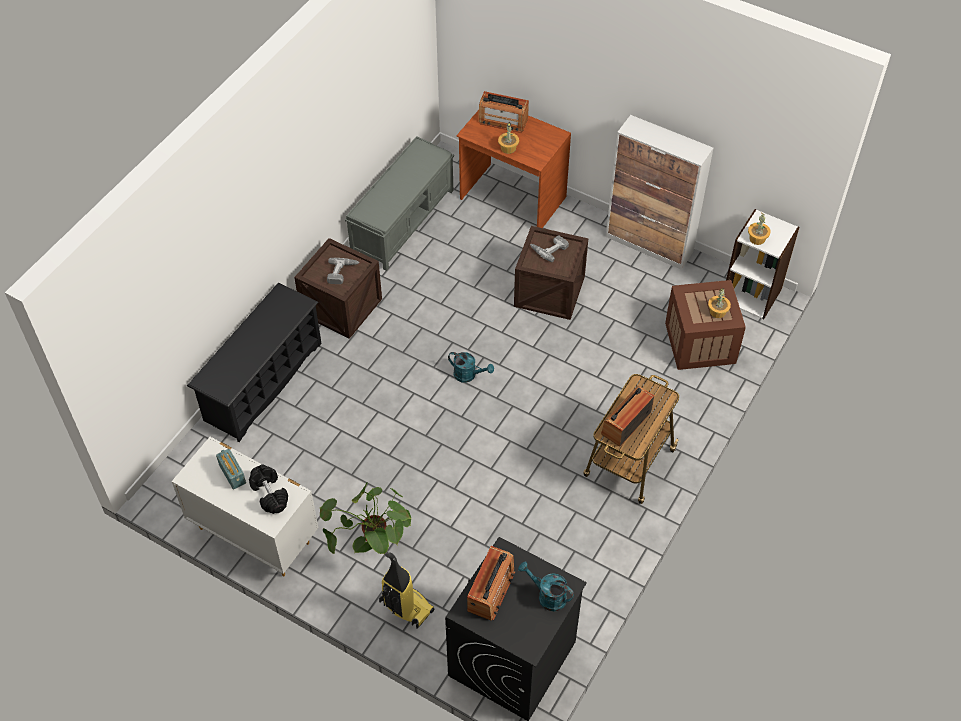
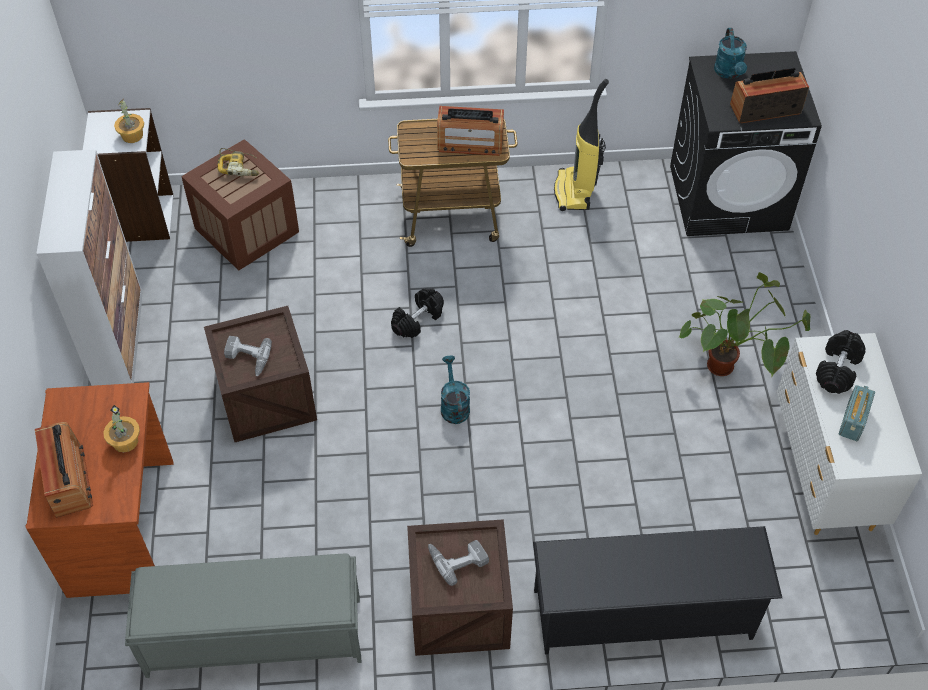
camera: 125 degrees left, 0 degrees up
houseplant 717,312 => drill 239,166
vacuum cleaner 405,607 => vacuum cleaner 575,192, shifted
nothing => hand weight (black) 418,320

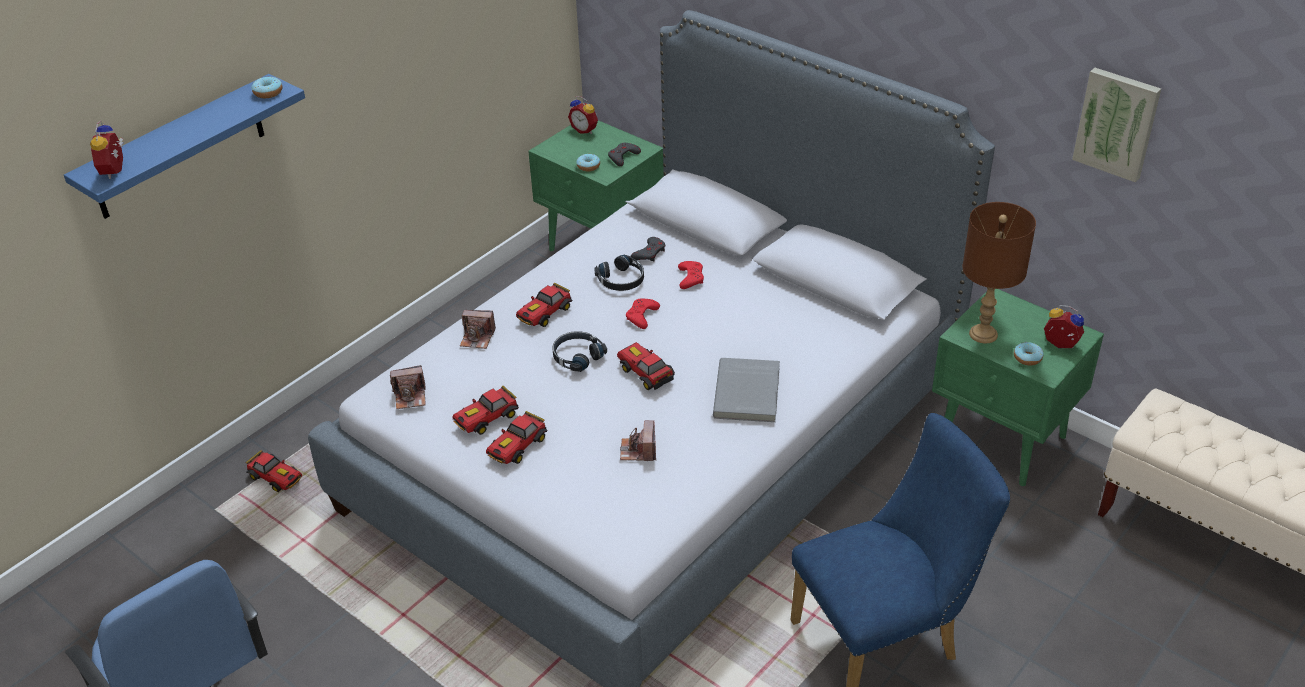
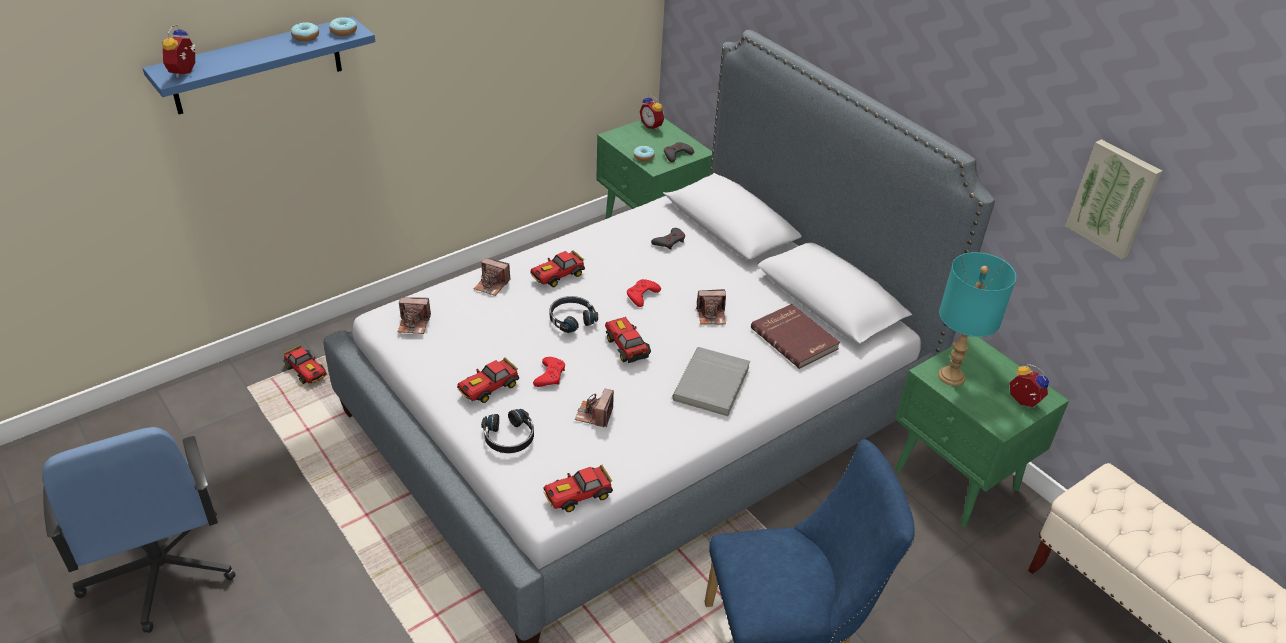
camera: 10 degrees right, 0 degrees up
table lamp (brown-coloured) 984,334 => table lamp (blue-green) 952,376
headset (black) 621,280 => headset (black) 509,437, shifted
gamepad (red) 690,278 => gamepad (red) 550,375, shifted
ring doughnut 1027,358 => ring doughnut 306,37, shifted
model car 486,419 => model car 577,496, shifted
nothing => still camera 711,315
nothing => volume (red) 795,338

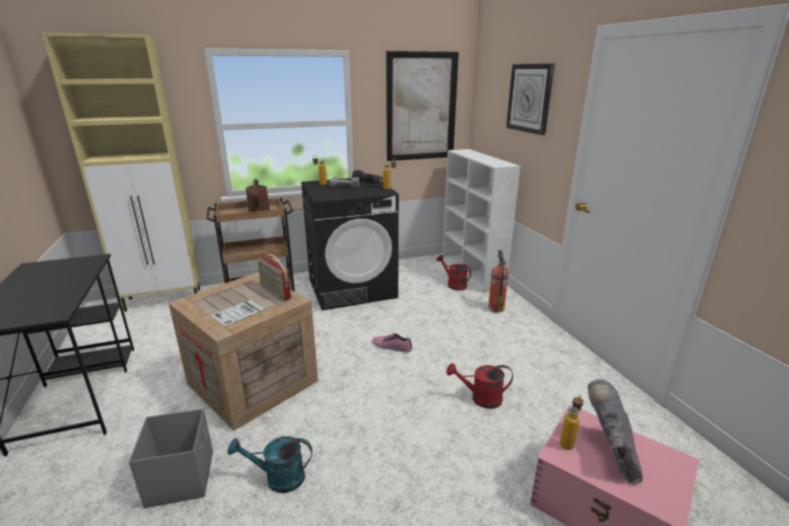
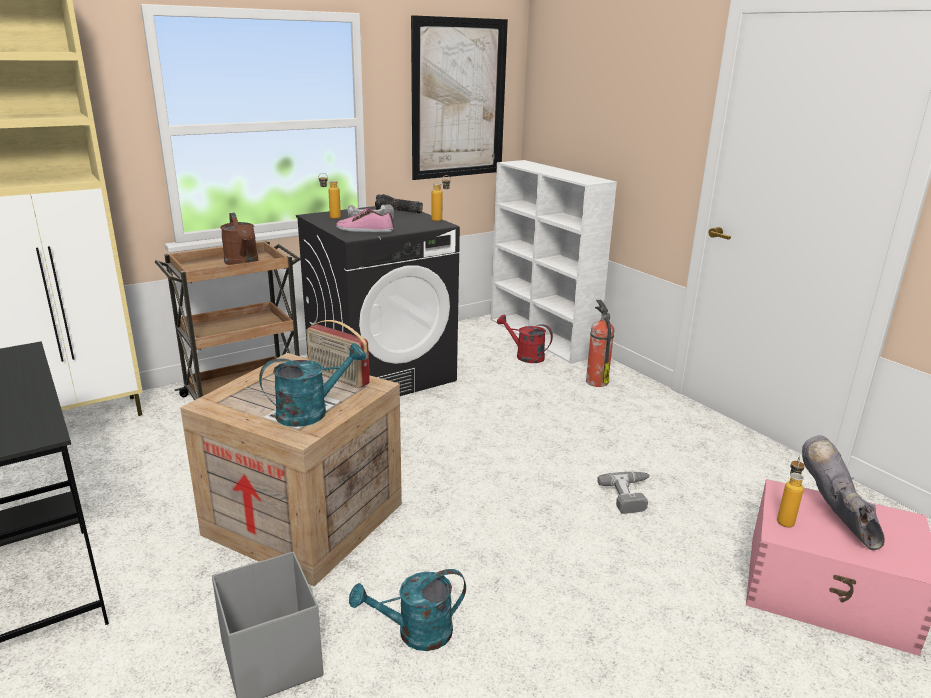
camera: 15 degrees left, 0 degrees up
clock on the wall 529,98 => nothing
item of footwear 391,346 => item of footwear 365,230, shifted
watering can (red) 480,398 => drill 631,496
nothing => watering can (blue-green) 311,412

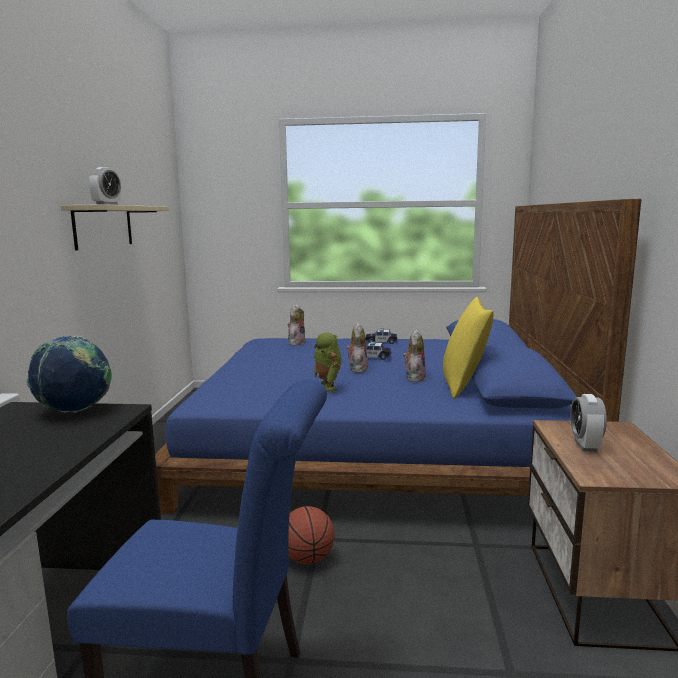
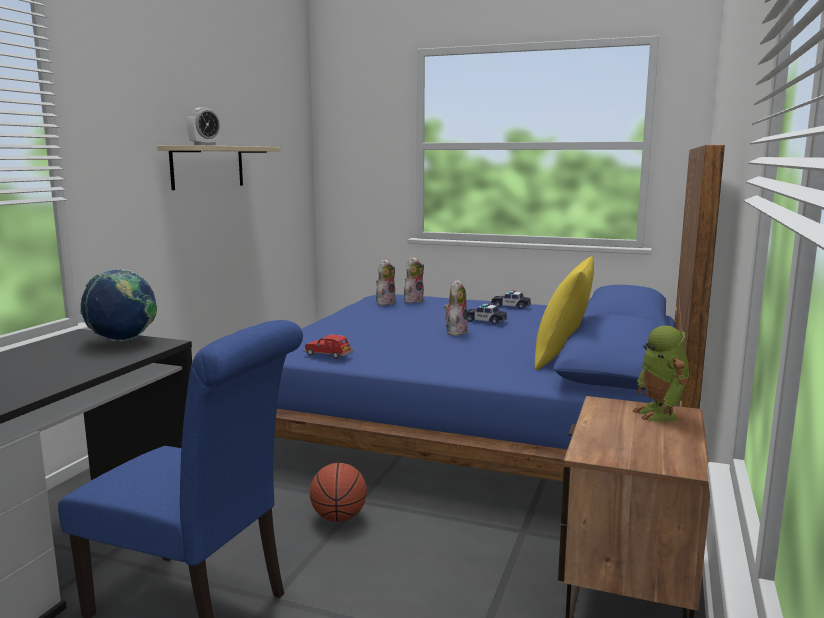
camera: 15 degrees right, 0 degrees up
soft toy 414,378 => soft toy 385,303, shifted
toy robot 327,388 => toy robot 660,414, shifted
bedside clock 585,445 => nothing
nothing => model car (red) 328,355

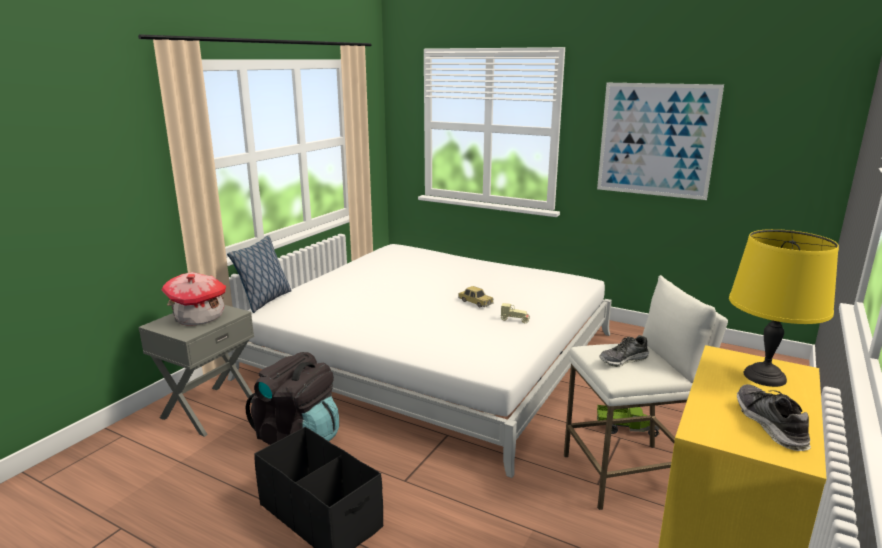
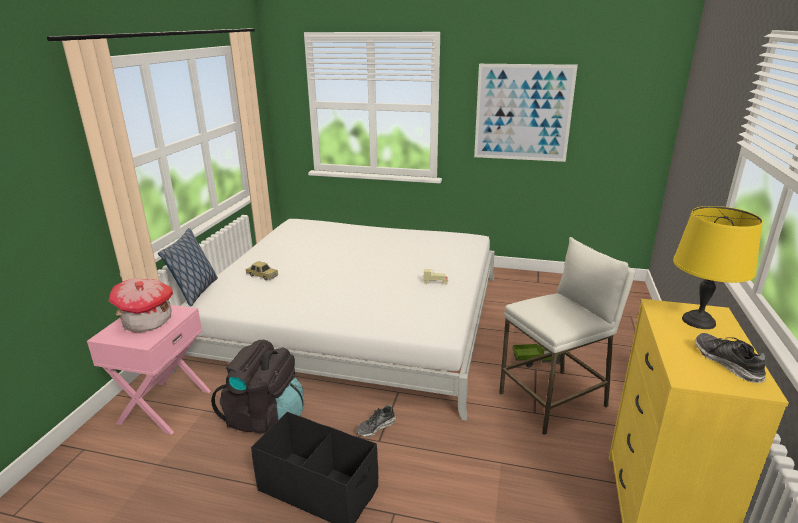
camera: 15 degrees left, 5 degrees up
model car 475,302 => model car 262,275, shifted
nightstand (gray) 209,409 => nightstand (pinkish) 164,406
item of footwear 623,360 => item of footwear 376,427, shifted

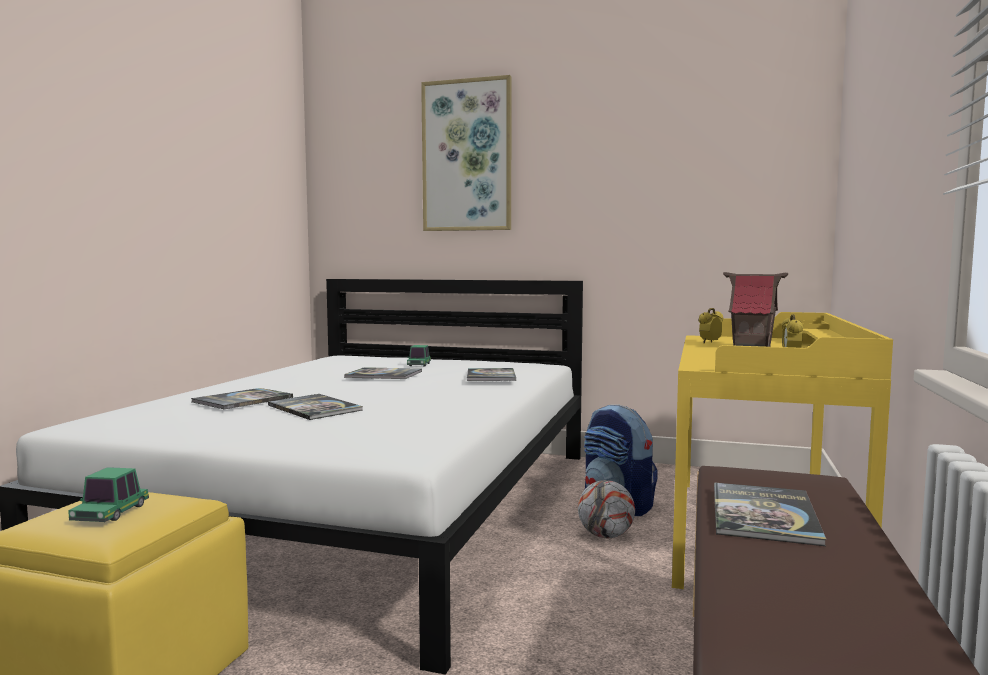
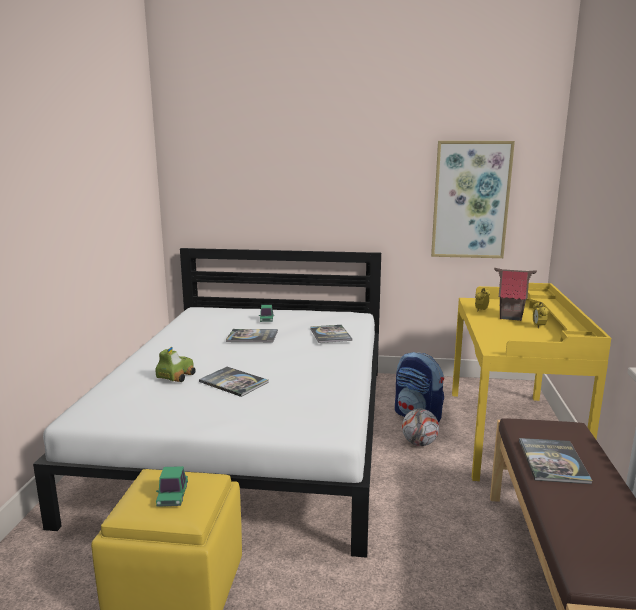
camera: 10 degrees left, 10 degrees up
wall picture 467,156 => wall picture 470,200, shifted
volume 243,400 => model car 175,376

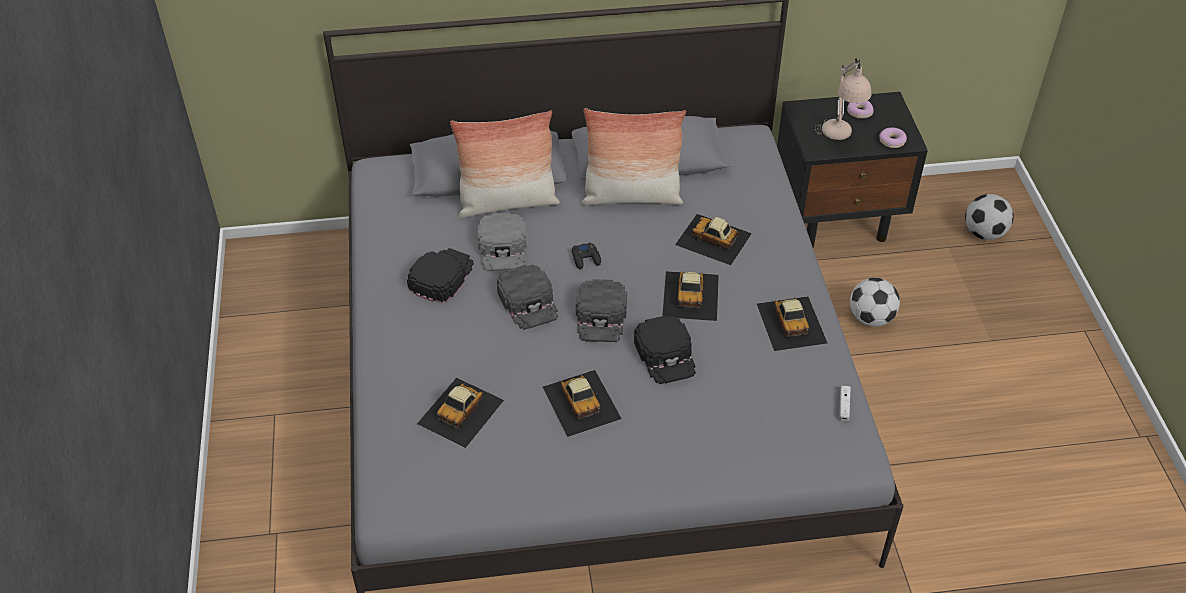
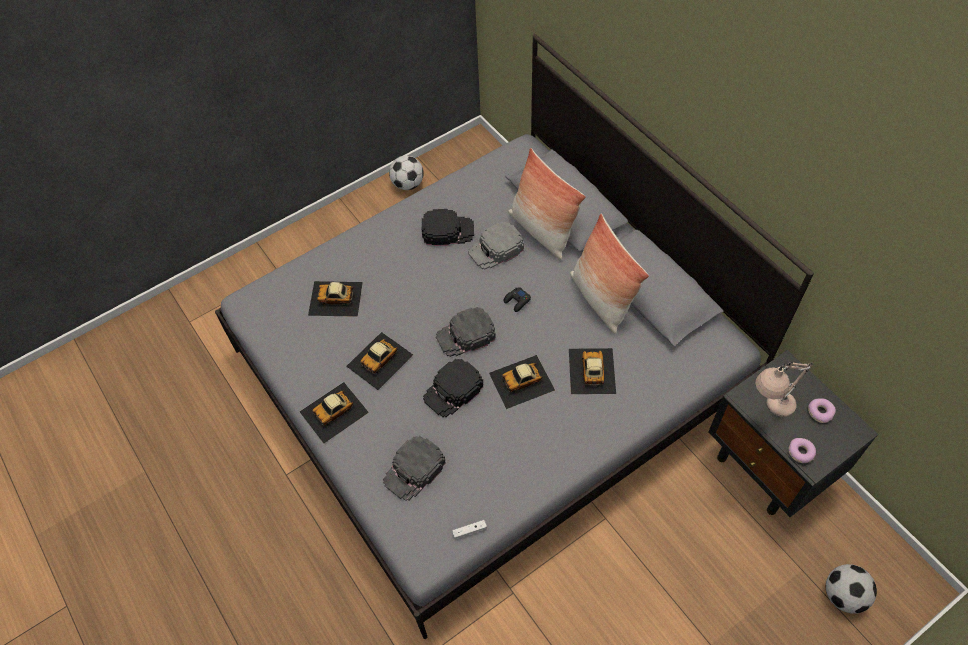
camera: 65 degrees right, 10 degrees up
baseball cap (black) 528,302 => baseball cap (black) 414,470, shifted
ball for football 870,318 => ball for football 408,184, shifted
model car 791,322 => model car 334,412, shifted

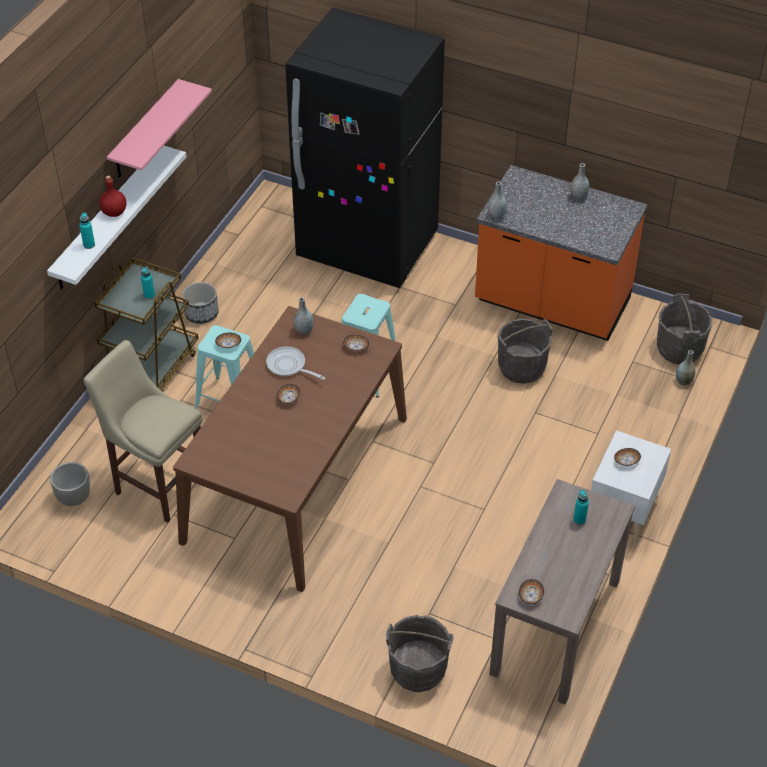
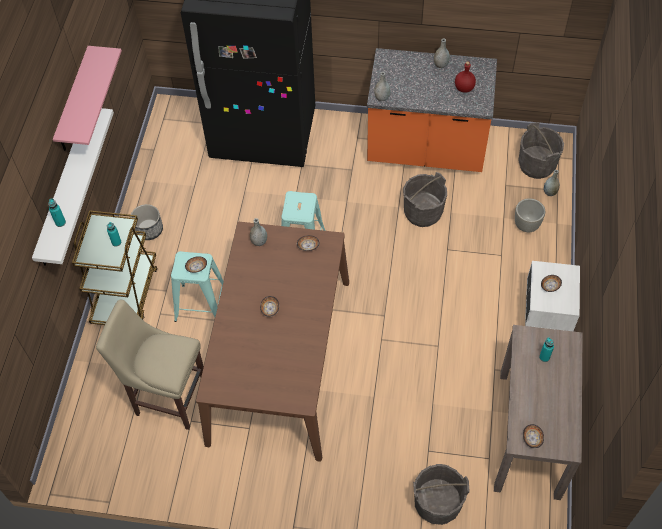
camera: 15 degrees left, 10 degrees up
bottle (red) 114,212 => bottle (red) 464,88, shifted
frying pan 289,366 => nothing
flower pot (gray) 74,498 => flower pot (gray) 526,225, shifted

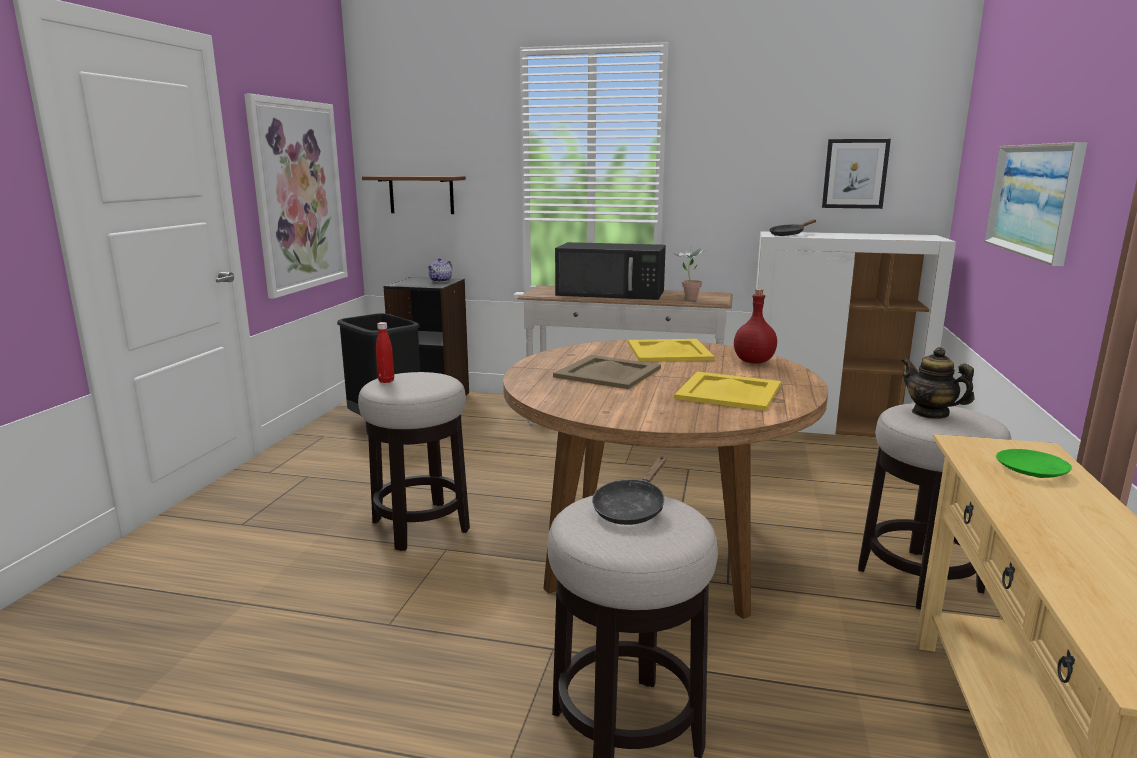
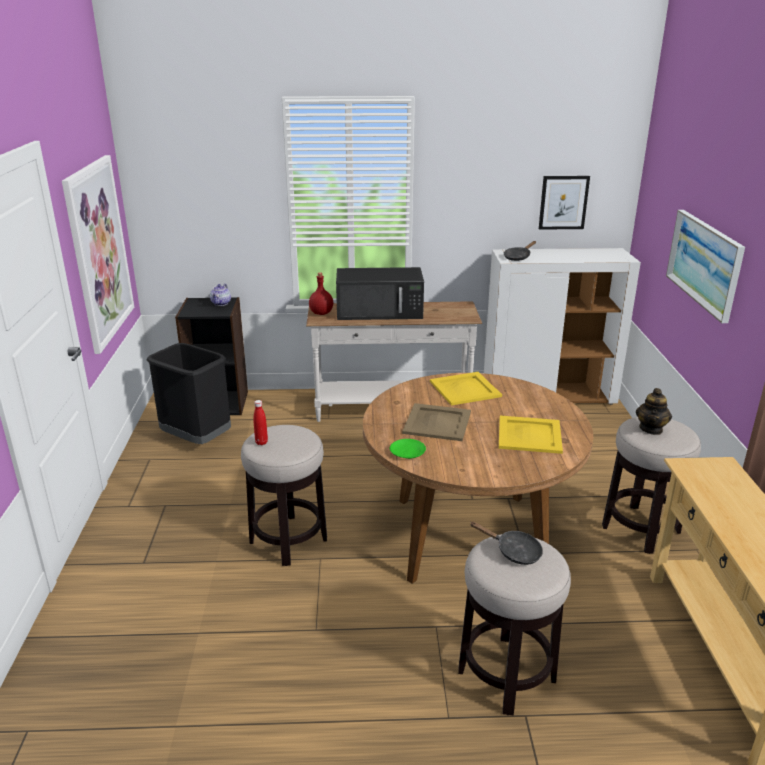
camera: 15 degrees left, 10 degrees up
shelf (brown-coloured) 421,194 => nothing
houseplant 688,298 => nothing
bottle (red) 753,361 => bottle (red) 321,313, shifted
teapot 930,413 => teapot 651,429, 105 degrees counterclockwise
plate (green) 1032,471 => plate (green) 408,453, shifted
frying pan (black) 631,508 => frying pan (black) 514,551, 75 degrees counterclockwise

